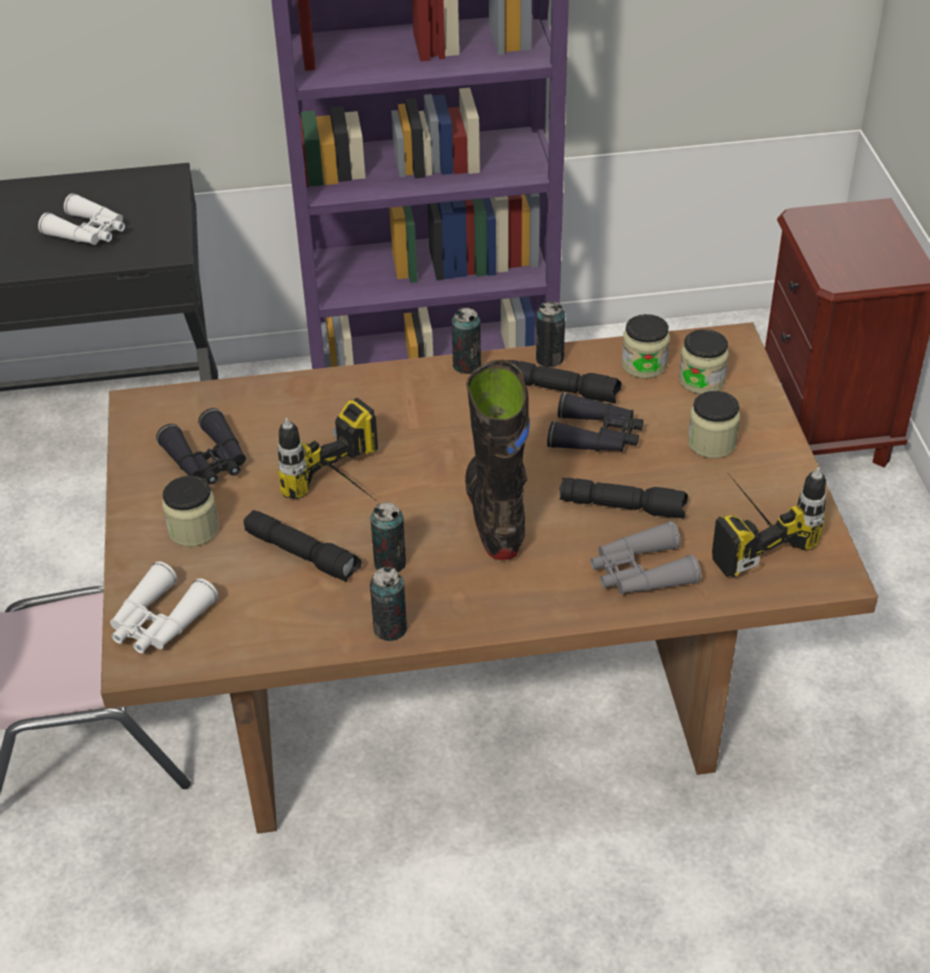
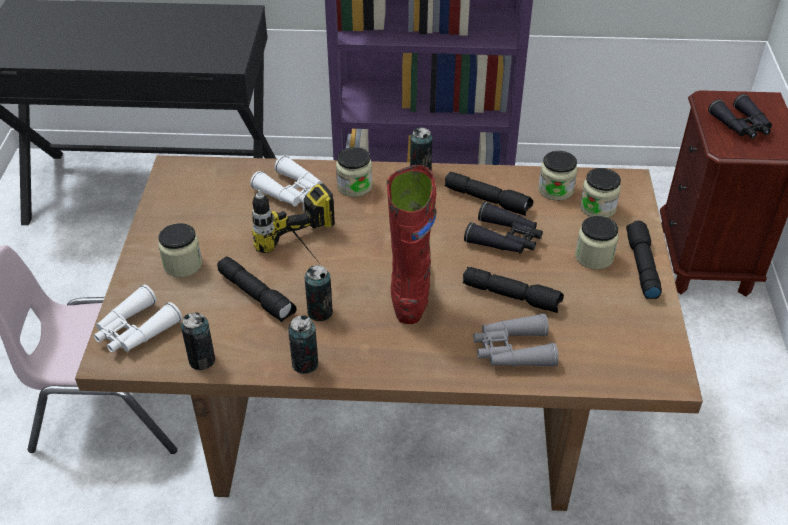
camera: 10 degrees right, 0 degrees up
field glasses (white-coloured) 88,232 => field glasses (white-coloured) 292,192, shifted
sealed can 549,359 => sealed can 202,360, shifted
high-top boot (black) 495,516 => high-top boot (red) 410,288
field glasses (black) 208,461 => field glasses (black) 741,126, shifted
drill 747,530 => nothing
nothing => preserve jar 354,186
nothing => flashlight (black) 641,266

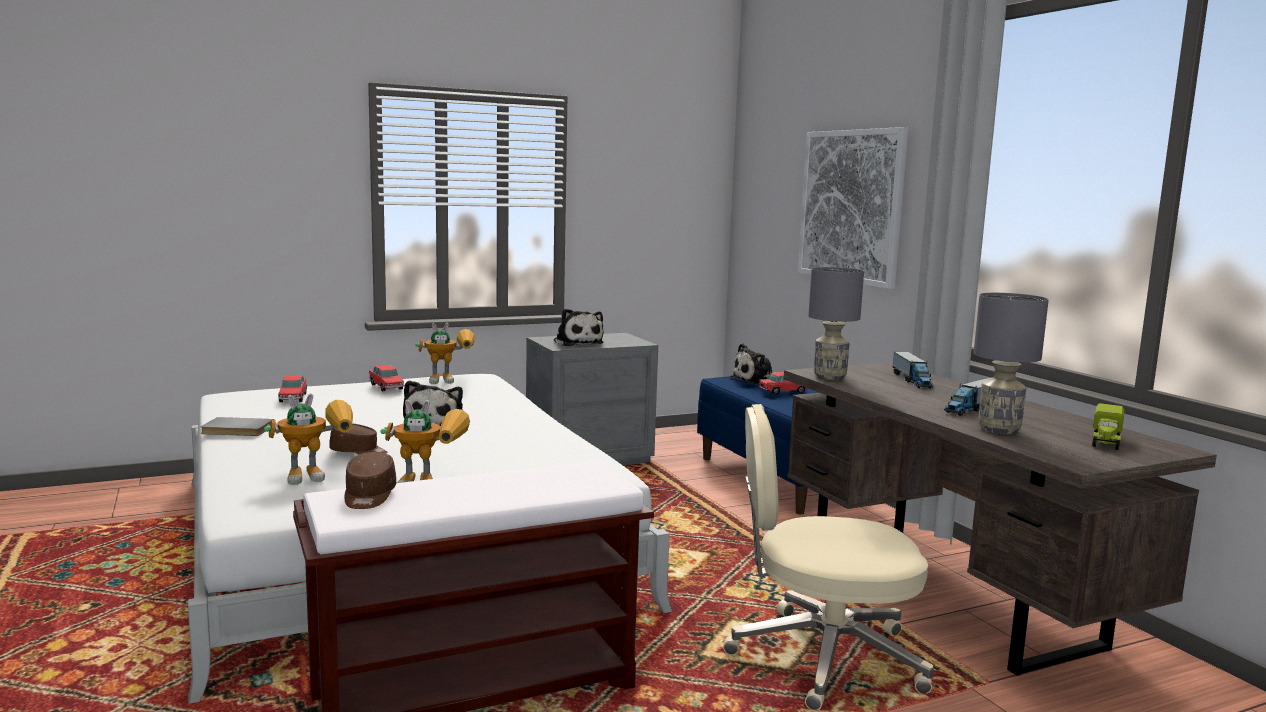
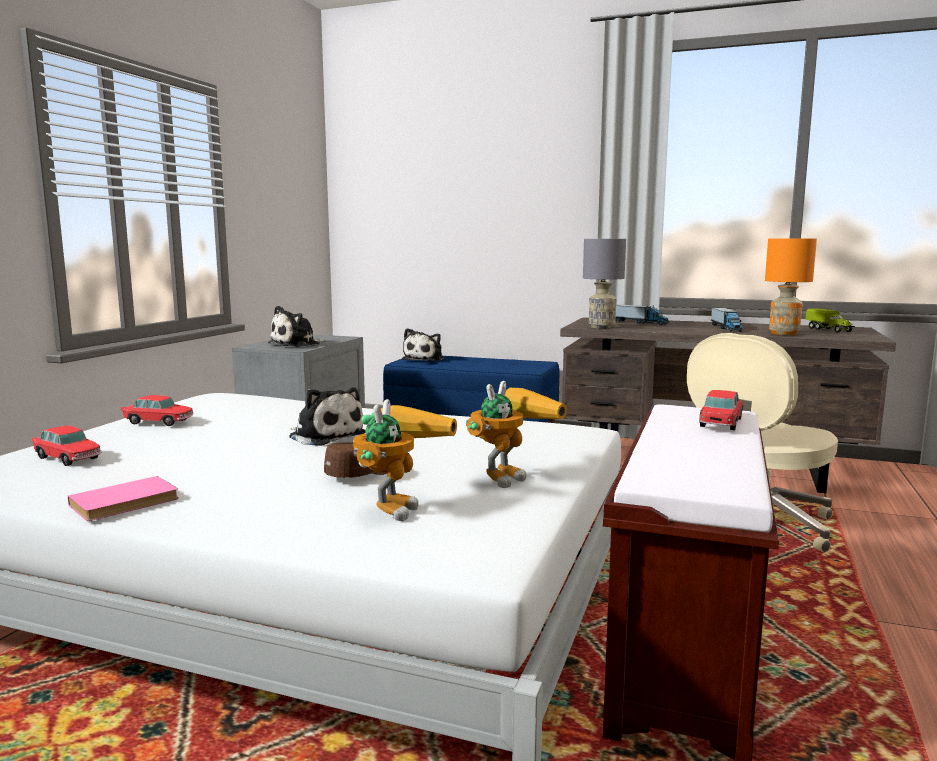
camera: 45 degrees left, 0 degrees up
wall picture 851,206 => nothing
table lamp (gray) 999,430 => table lamp (orange-coloured) 784,333
soft toy 577,343 => soft toy 297,344, 120 degrees clockwise
toy robot 451,380 => nothing
model car 784,392 => model car 721,423, shifted
volume (gray) 236,430 => volume (pinkish) 126,503
baseball cap (brown-coloured) 369,496 => nothing

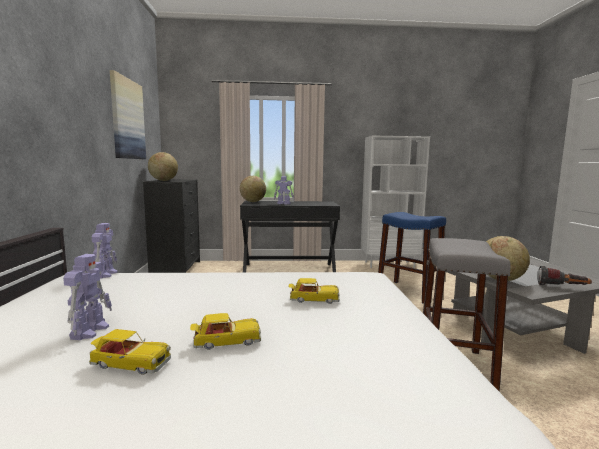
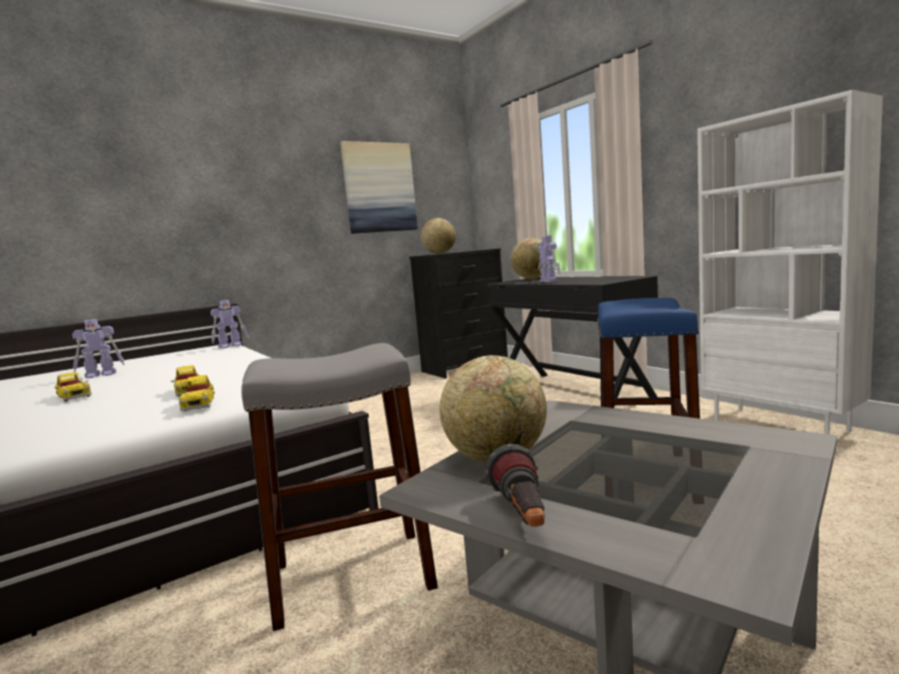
camera: 60 degrees right, 0 degrees up
model car 129,363 => model car 199,404, shifted

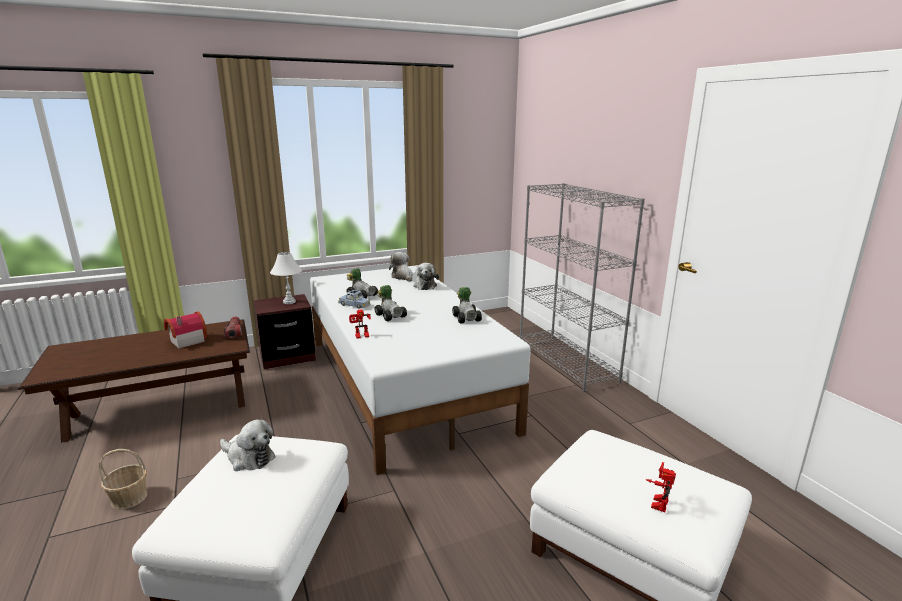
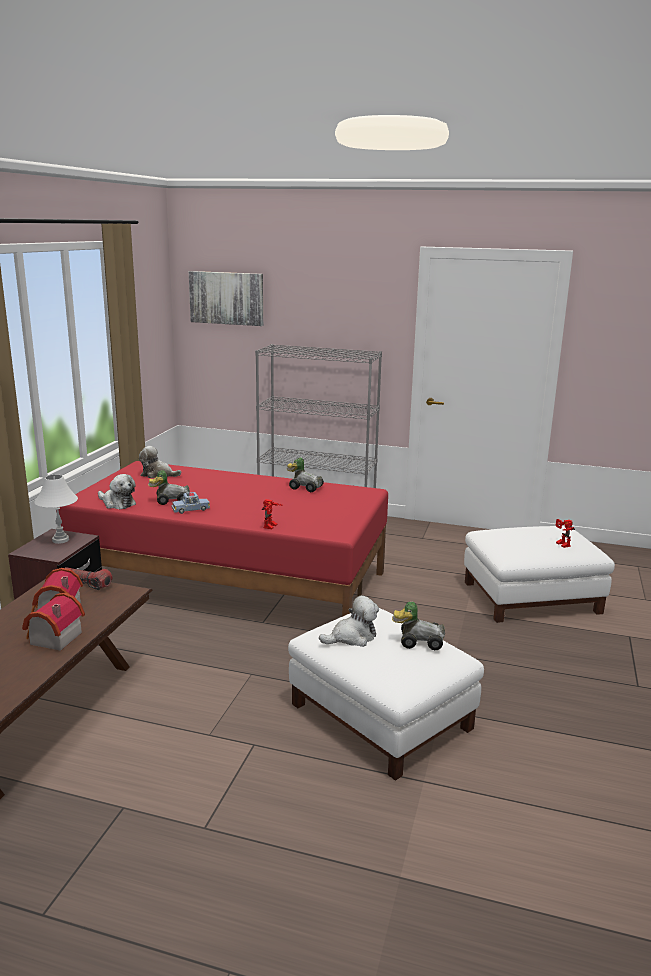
camera: 50 degrees left, 0 degrees up
soft toy 425,285 => soft toy 117,503, shifted
bed (white-coloured) 404,382 => bed (red) 229,581
model car 390,315 => model car 418,641, shifted
storage basket 129,498 => nothing
nothing => wall picture 227,298
nothing => miniature house 52,638

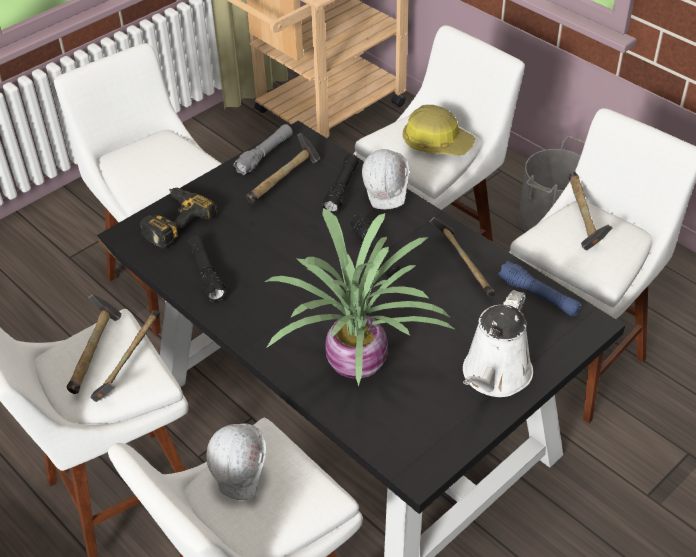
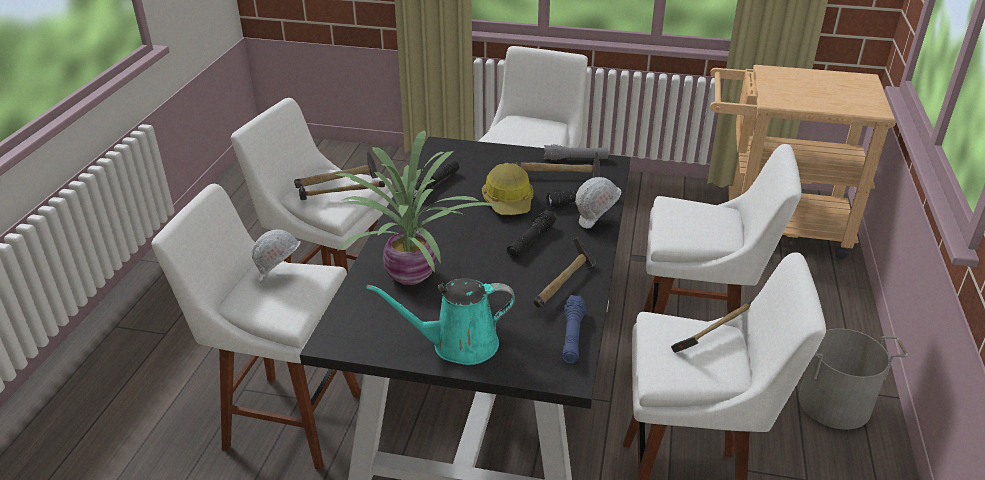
camera: 55 degrees right, 10 degrees down
hard hat 436,143 => hard hat 509,201, shifted
drill 173,221 => nothing
watering can (white-coloured) 494,376 => watering can (blue-green) 458,344

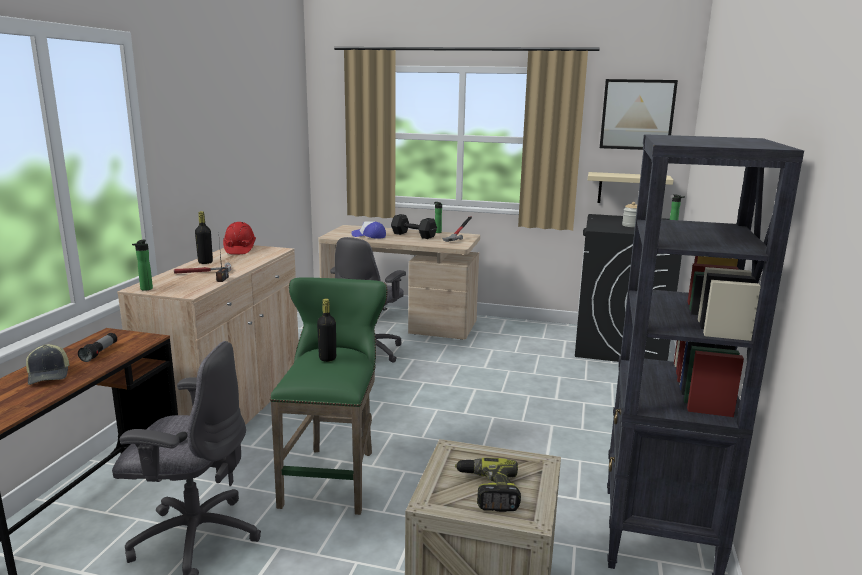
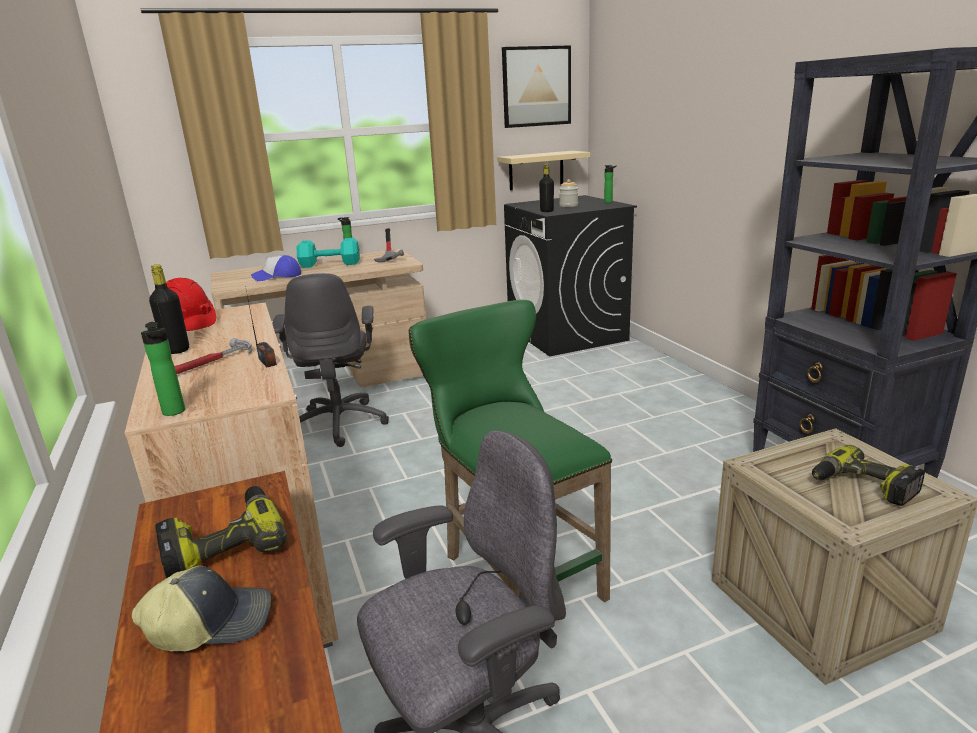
camera: 35 degrees left, 5 degrees up
hand weight (black) 413,235 => hand weight (blue-green) 329,264
bottle (black) 327,358 => bottle (black) 547,211, shifted
flashlight 100,353 => drill 225,544
baseball cap 49,375 => baseball cap 212,623, 45 degrees counterclockwise

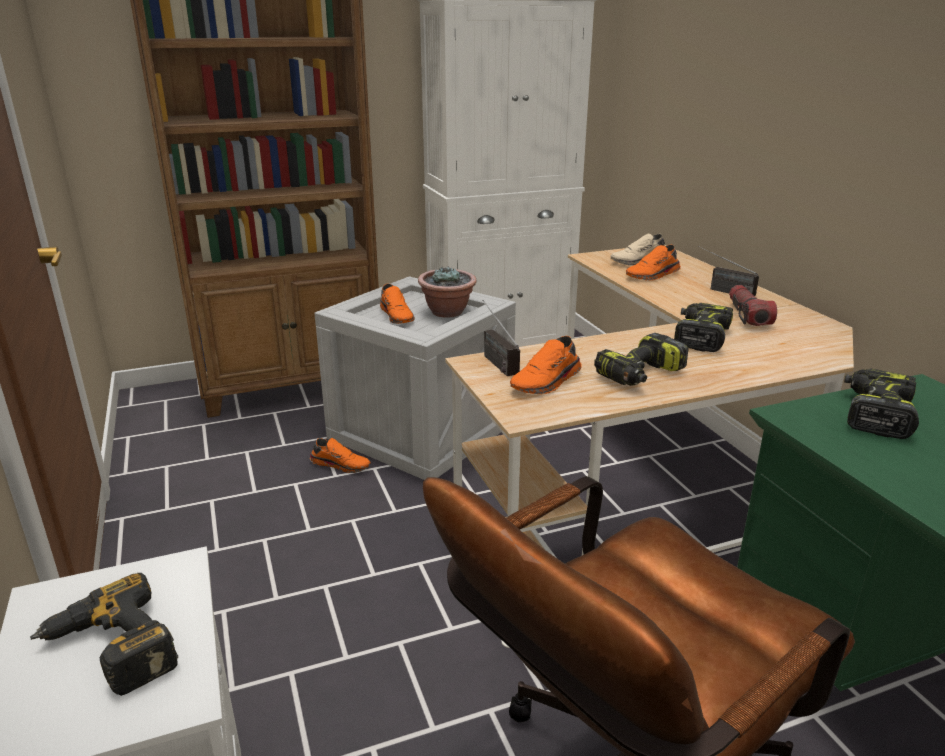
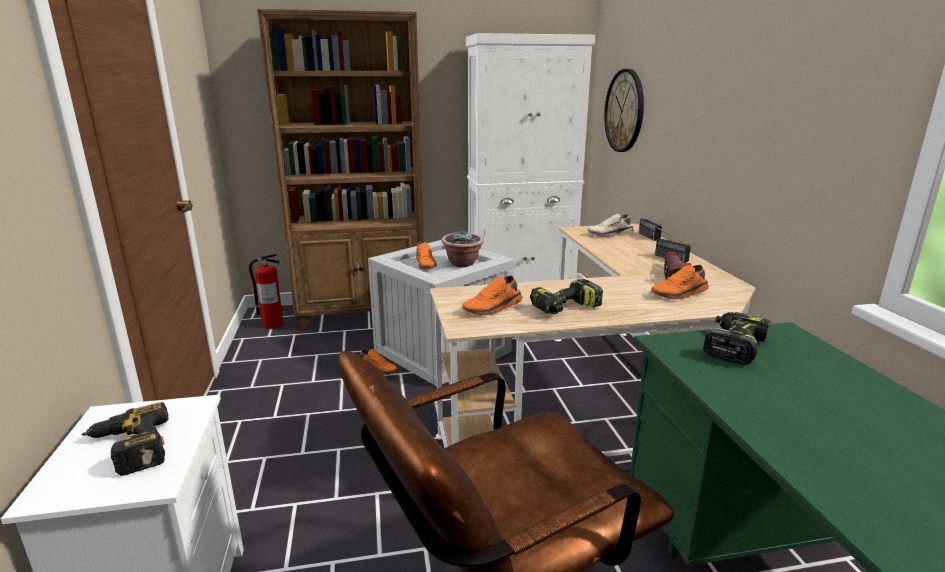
camera: 10 degrees right, 5 degrees down
item of footwear (orange-coloured) 653,275 => item of footwear (orange-coloured) 680,294, shifted
radio receiver 493,359 => radio receiver 644,234, shifted
drill 700,337 => nothing
nothing => clock on the wall 624,111
nothing => fire-fighting cylinder 272,324

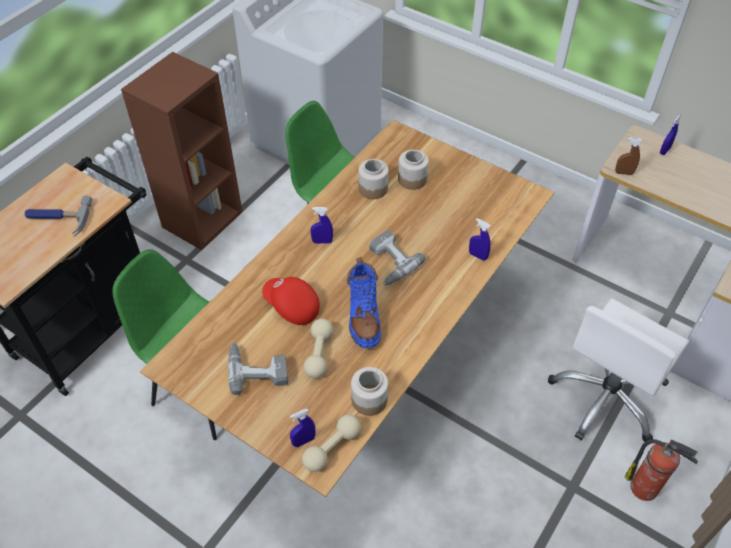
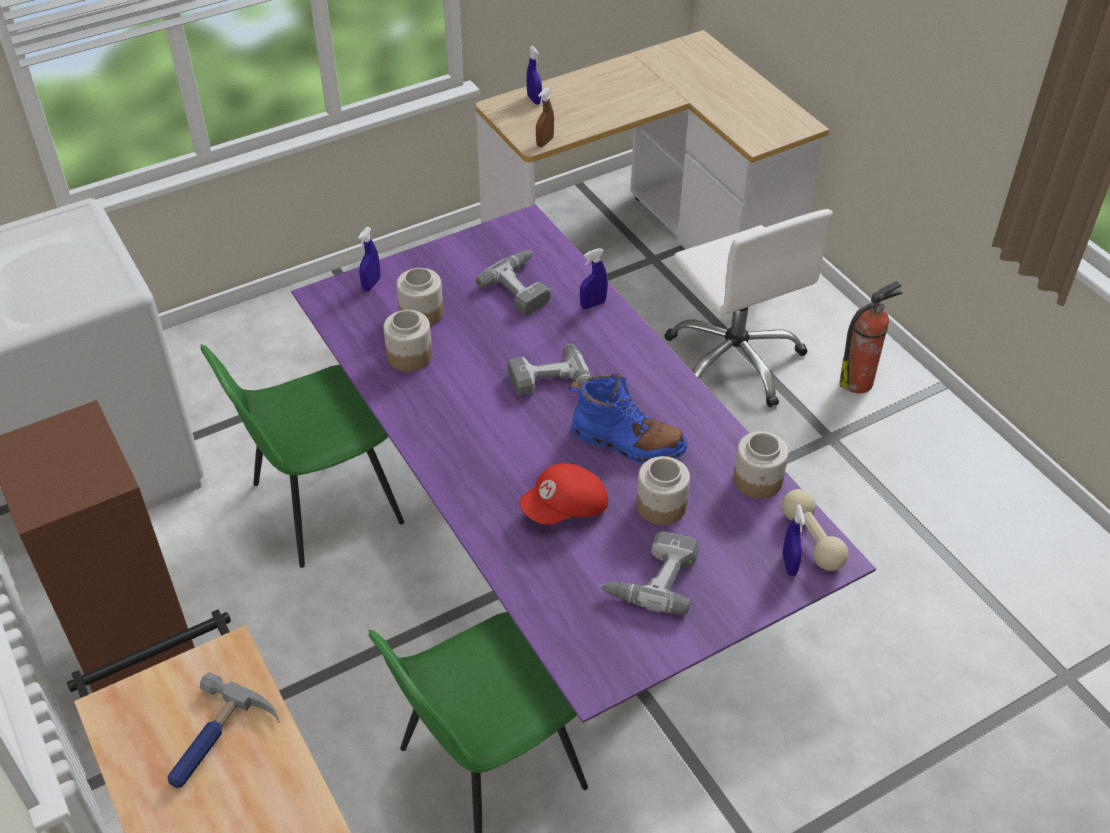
camera: 65 degrees left, 5 degrees down
dinner table (brown-coloured) 365,360 => dinner table (purple-coloured) 554,561
sprayer (bluish) 322,241 => sprayer (bluish) 371,284, shifted
hand weight (beige-coloured) 319,354 => preserve jar 662,506
nothing => drill 523,287

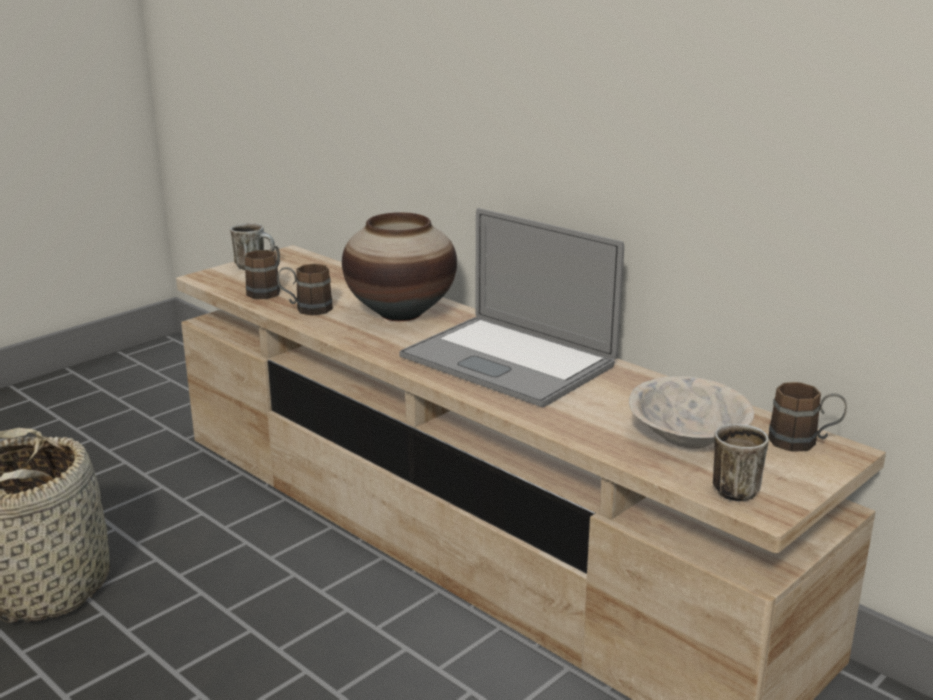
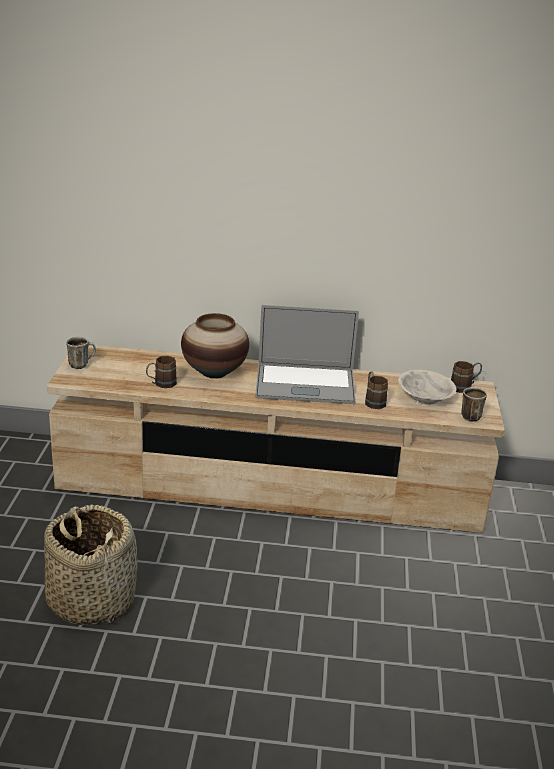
camera: 40 degrees left, 5 degrees up
tea mug (brown-coloured) 267,290 => tea mug (brown-coloured) 373,401, shifted

